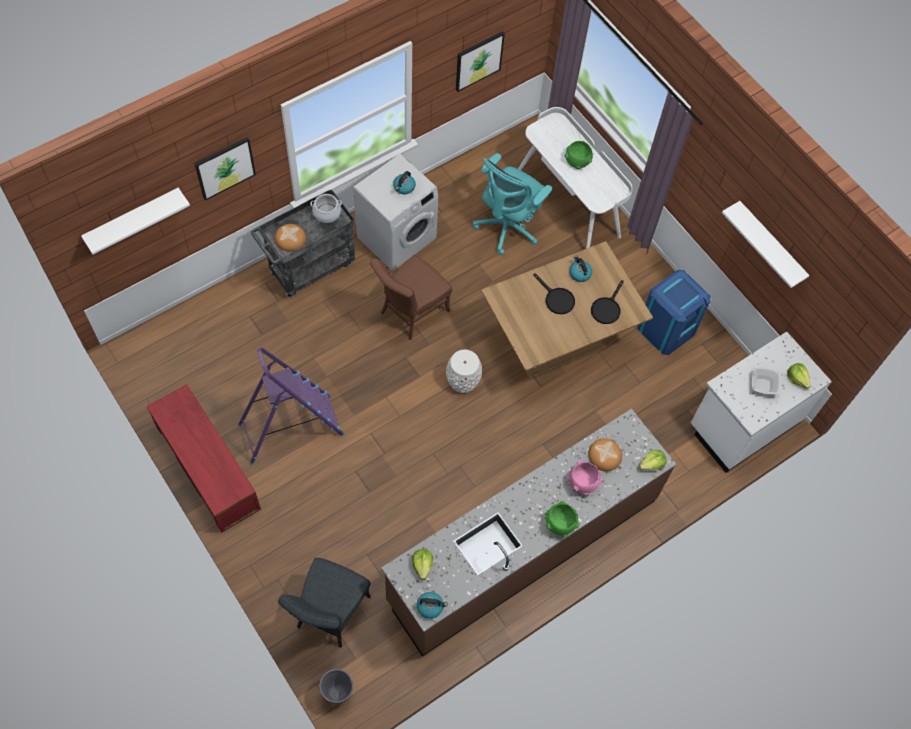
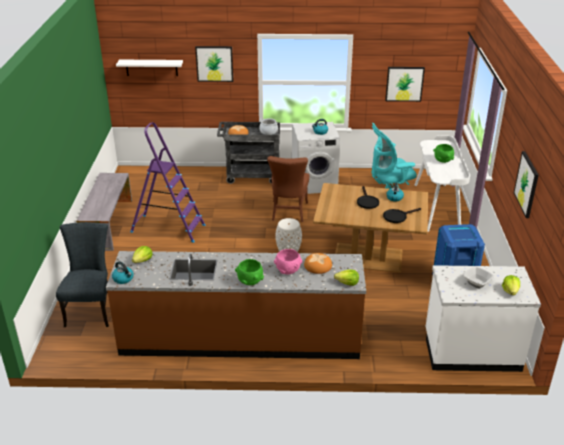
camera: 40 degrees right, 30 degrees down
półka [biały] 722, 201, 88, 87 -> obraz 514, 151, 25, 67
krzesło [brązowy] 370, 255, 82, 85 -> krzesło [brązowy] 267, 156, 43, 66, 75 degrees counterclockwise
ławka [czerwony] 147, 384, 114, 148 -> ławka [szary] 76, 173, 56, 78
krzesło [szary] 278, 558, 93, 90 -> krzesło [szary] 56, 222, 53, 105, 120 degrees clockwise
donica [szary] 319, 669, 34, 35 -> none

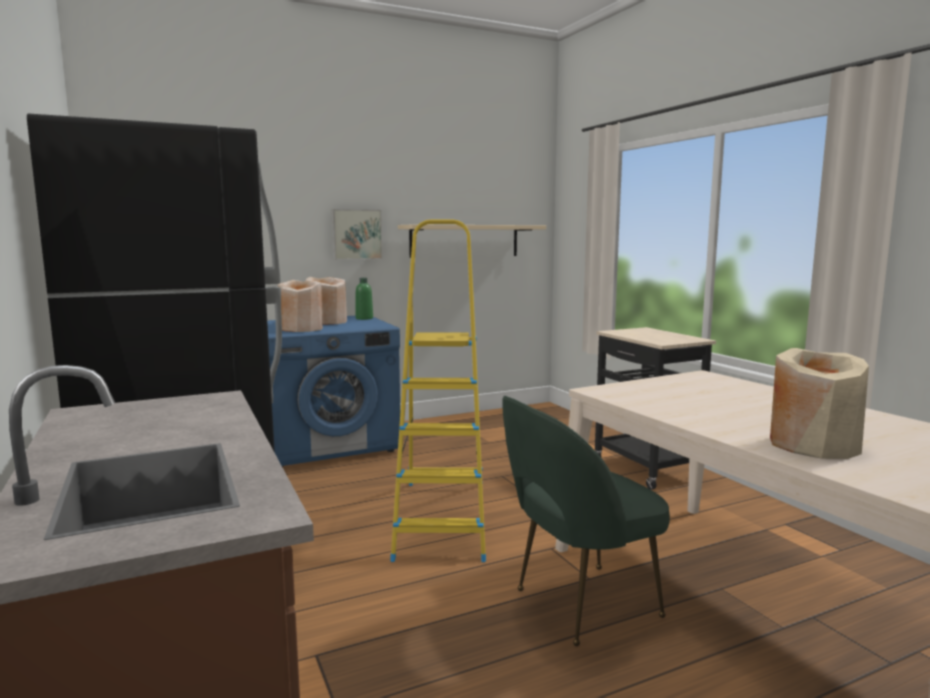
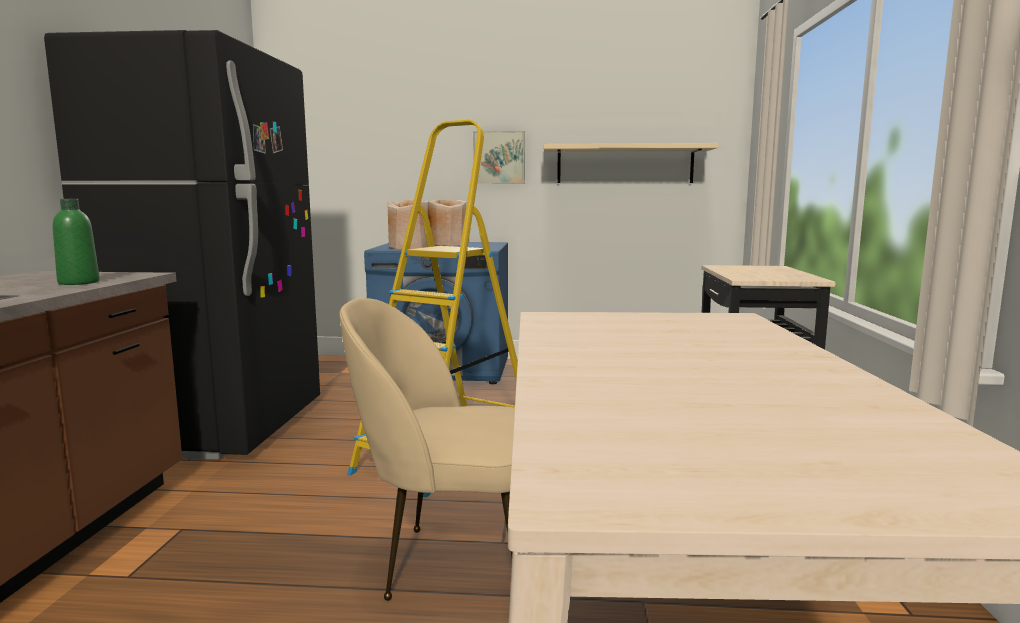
camera: 30 degrees right, 0 degrees up
butelka [zielony] 356, 278, 17, 42 -> butelka [zielony] 53, 199, 47, 86, shifted
wazon [beżowy] 770, 348, 99, 111 -> none
krzesło [zielony] 502, 396, 168, 250 -> krzesło [beżowy] 339, 298, 176, 303

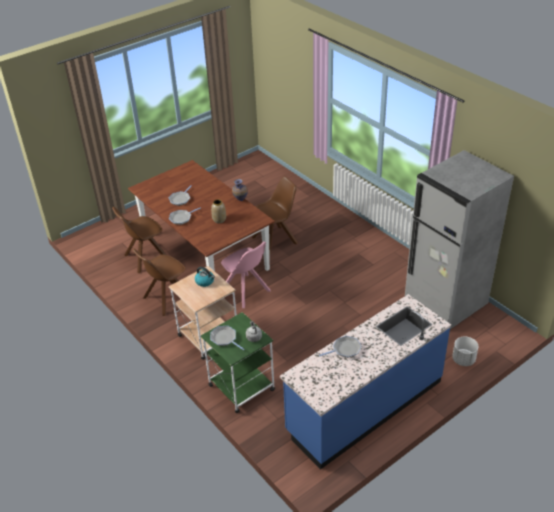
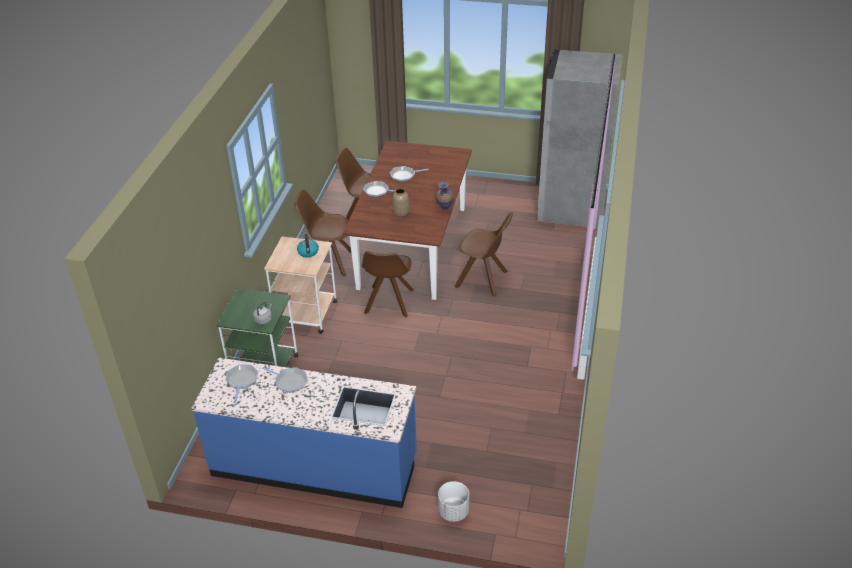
camera: 50 degrees right, 0 degrees up
lodówka [szary] 405, 150, 109, 179 -> lodówka [szary] 537, 49, 86, 179, shifted
krzesło [różowy] 221, 241, 50, 67 -> krzesło [brązowy] 362, 251, 52, 67
patelnia 210, 326, 35, 24 -> patelnia 225, 364, 33, 39, shifted

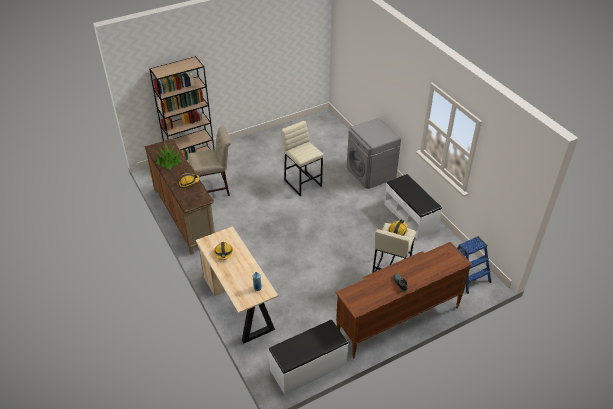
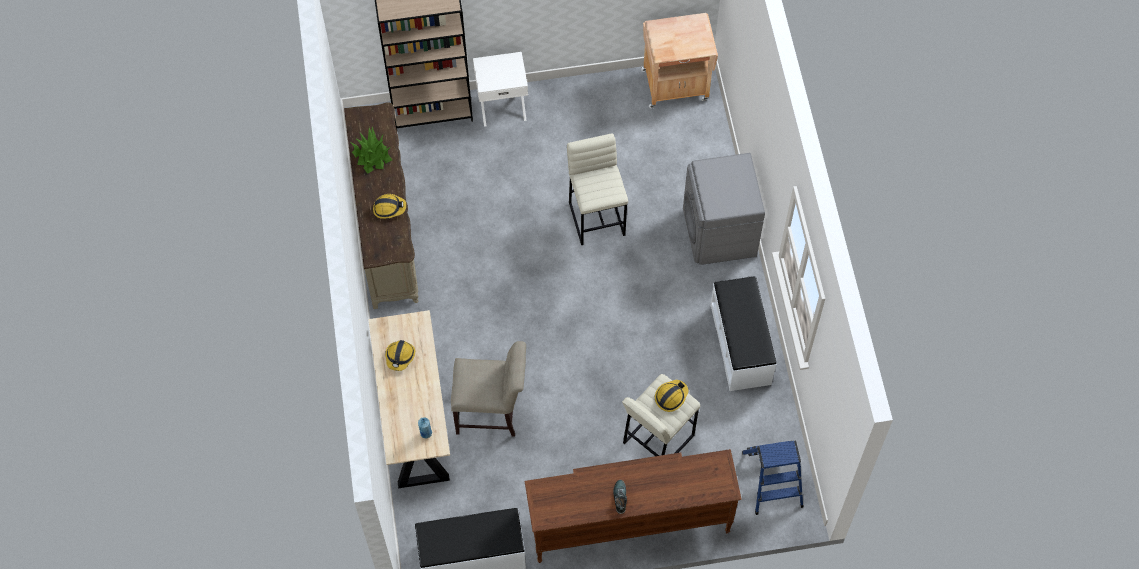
camera: 20 degrees right, 20 degrees up
krzesło [beżowy] 188, 126, 43, 70 -> krzesło [beżowy] 451, 341, 75, 96, shifted
none -> wózek [brązowy] 641, 13, 77, 95
none -> szafka nocna [biały] 473, 52, 55, 75

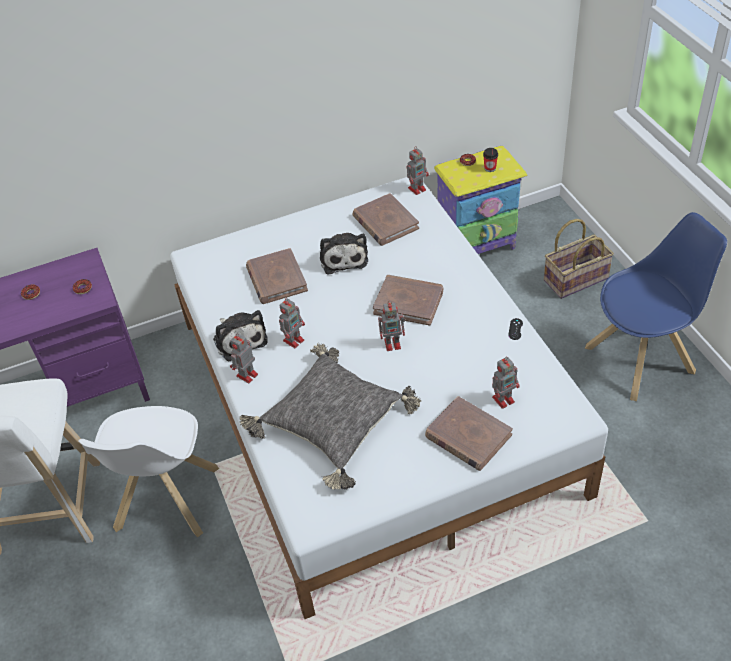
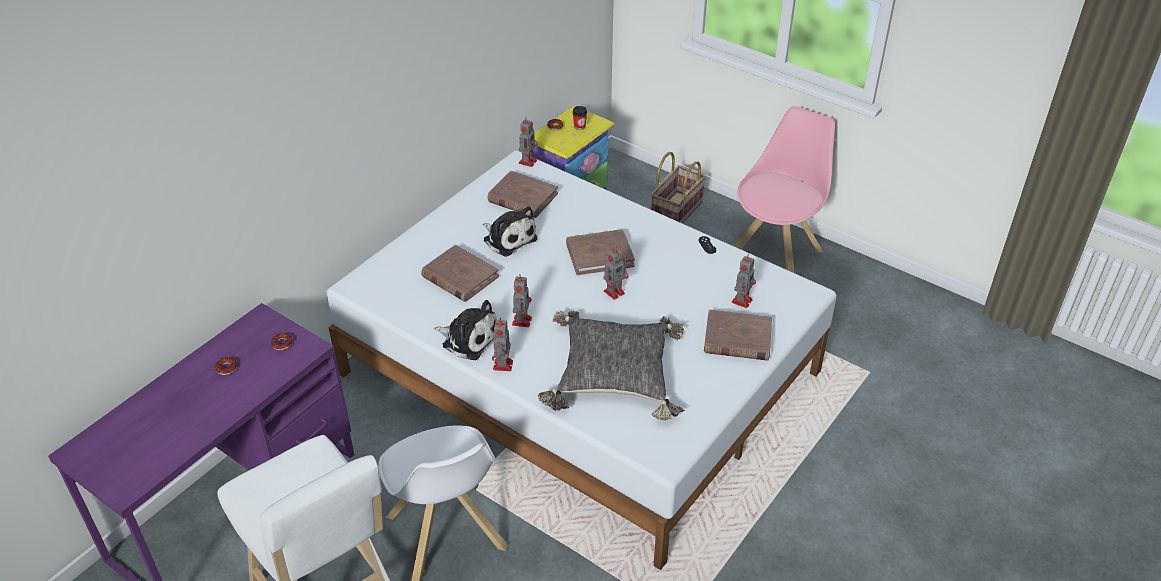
camera: 35 degrees left, 5 degrees down
krzesło [niebieski] 585, 212, 142, 189 -> krzesło [różowy] 734, 106, 101, 167

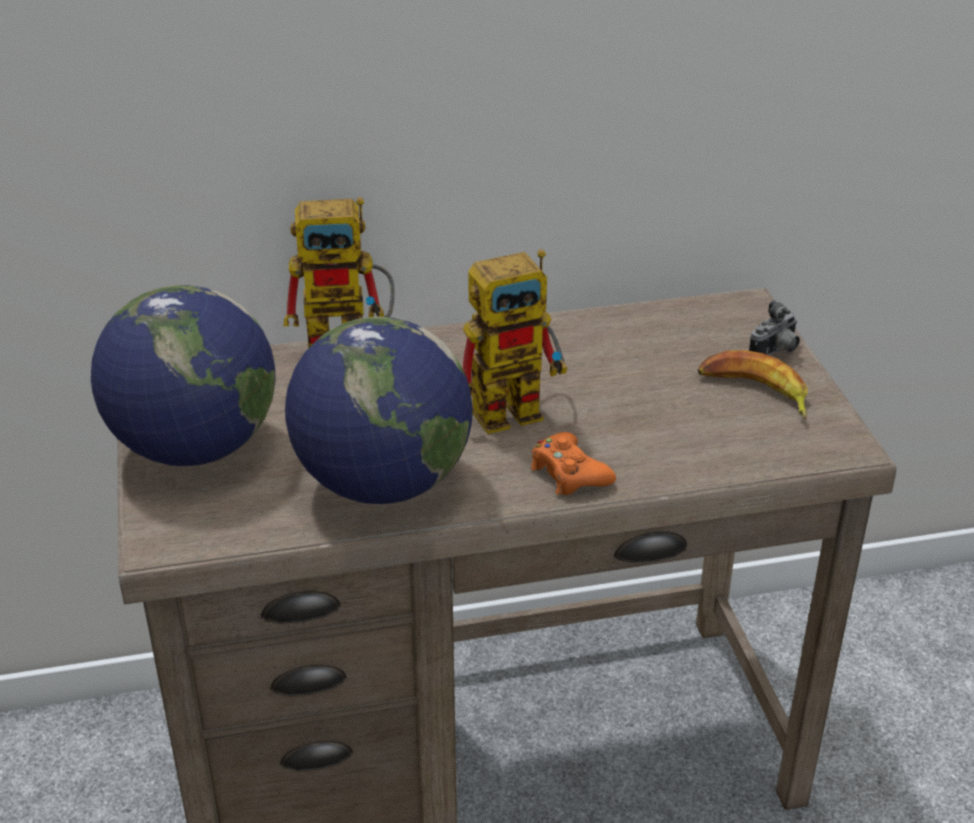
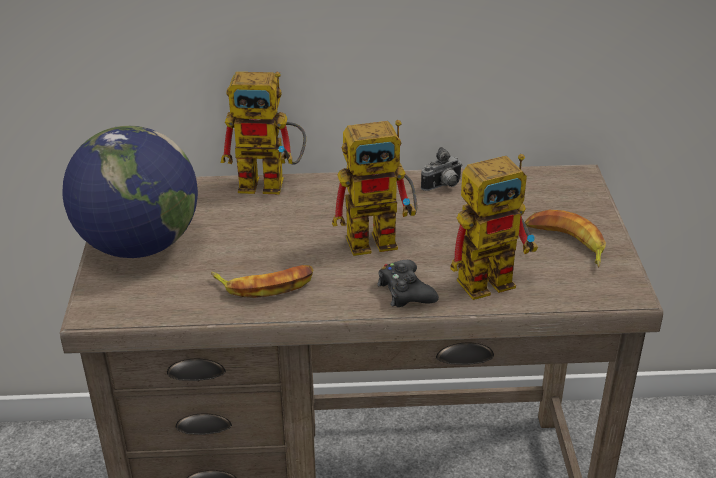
camera: 10 degrees right, 0 degrees up
aparat fotograficzny 749, 300, 51, 55 -> aparat fotograficzny 421, 147, 42, 44, shifted
globus 285, 317, 188, 187 -> banan 211, 265, 102, 33
pad do gier [pomarańczowy] 531, 432, 85, 63 -> pad do gier [czarny] 377, 260, 62, 47
none -> robot zabawkowy 450, 154, 88, 146

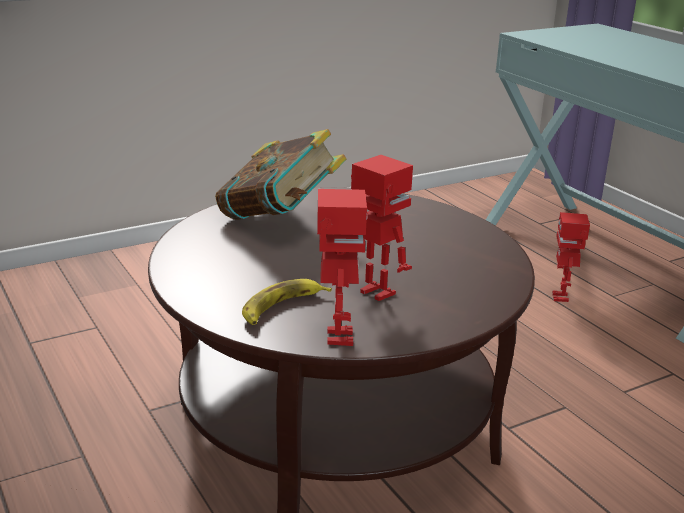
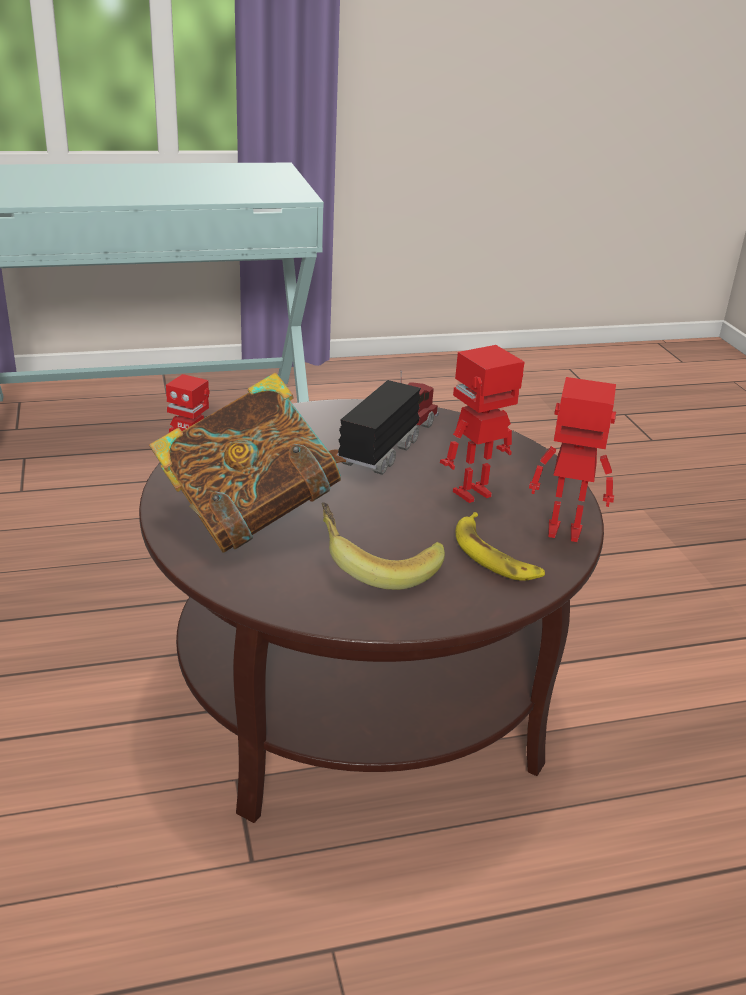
camera: 75 degrees left, 5 degrees up
none -> ciężarówka zabawkowa 337, 371, 102, 104
none -> banan 322, 502, 123, 88

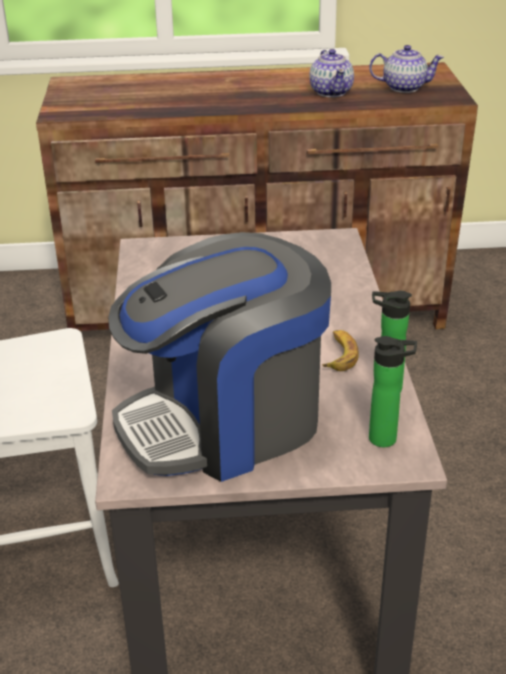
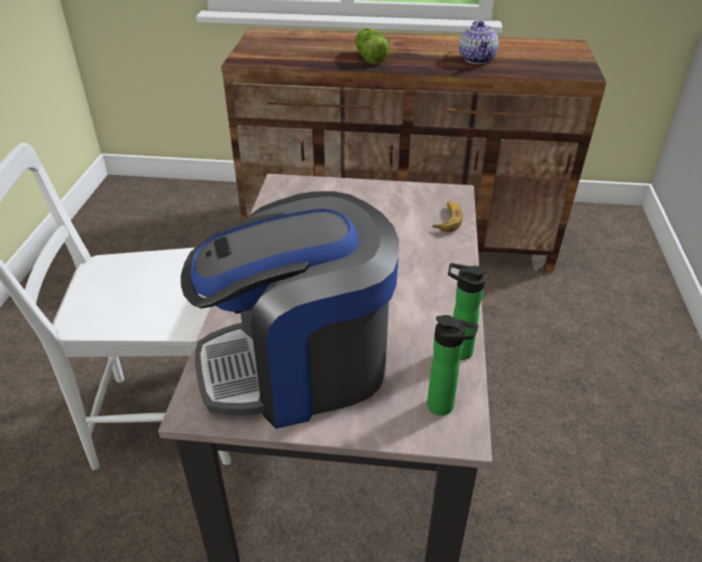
camera: 10 degrees right, 5 degrees up
imbryk 369, 45, 75, 48 -> none
banan 322, 330, 37, 41 -> banan 432, 202, 31, 30, shifted
none -> sałata 355, 28, 34, 36

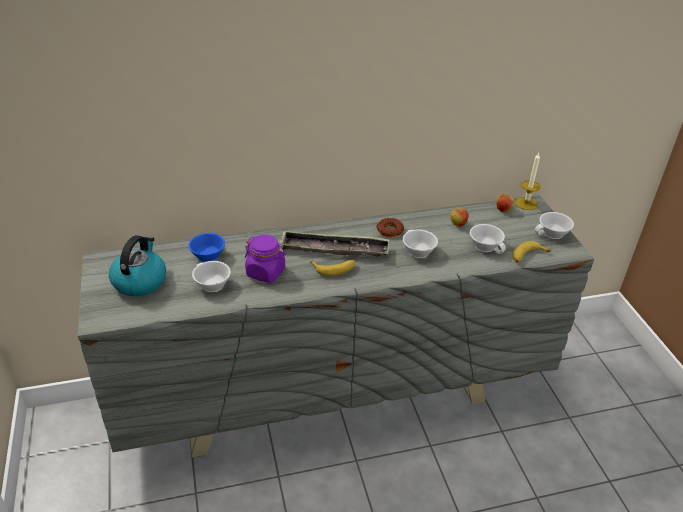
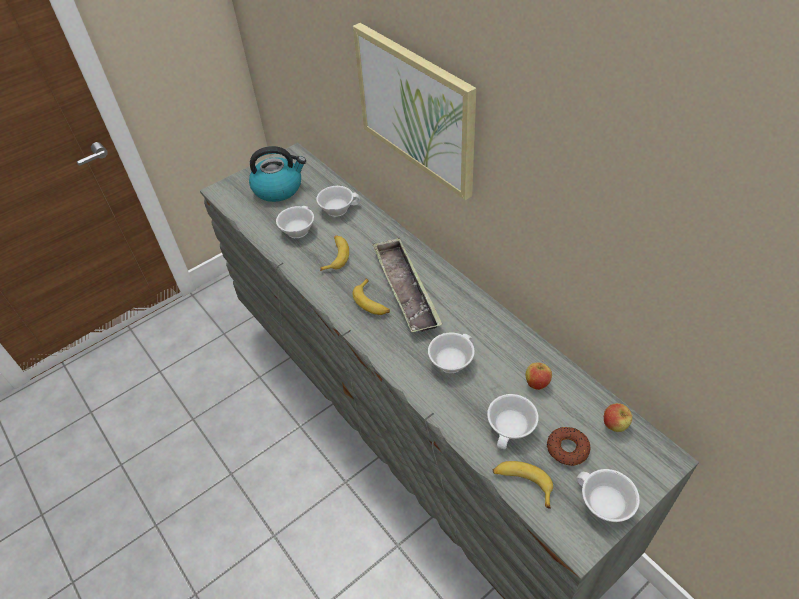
camera: 70 degrees right, 10 degrees up
świeca 516, 153, 24, 57 -> none
donut 376, 218, 28, 19 -> donut 547, 427, 43, 39, shifted
filiżanka [niebieski] 189, 233, 36, 29 -> filiżanka [biały] 316, 186, 44, 31
słoik [fioletowy] 245, 235, 41, 48 -> banan 320, 235, 29, 36
none -> obraz 353, 23, 123, 177

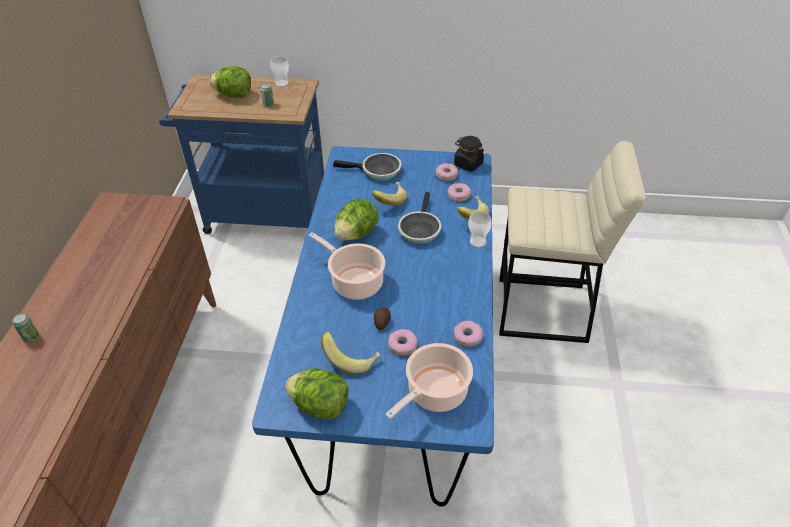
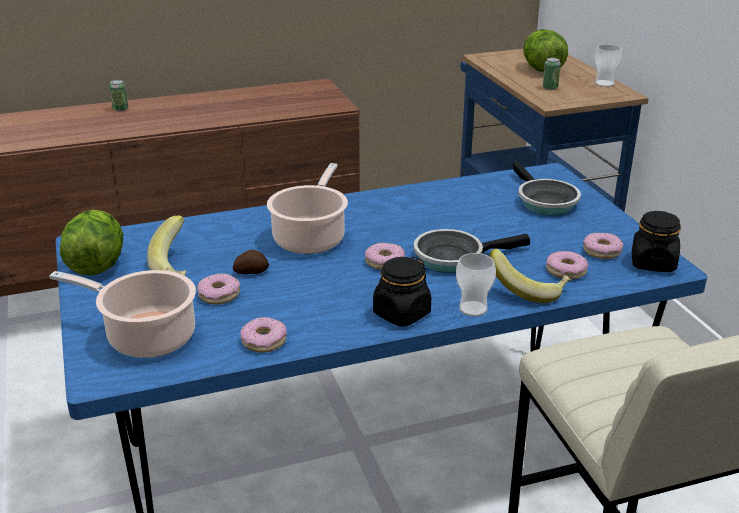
camera: 65 degrees right, 15 degrees down
banan 372, 182, 35, 24 -> none
sałata 334, 199, 45, 42 -> none
none -> donut 365, 243, 40, 27
none -> słoik [czarny] 373, 257, 58, 69

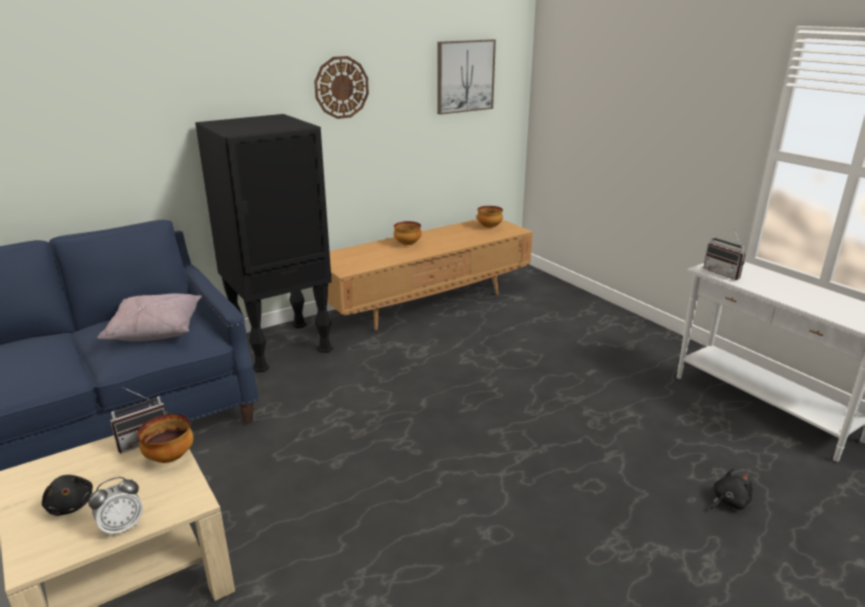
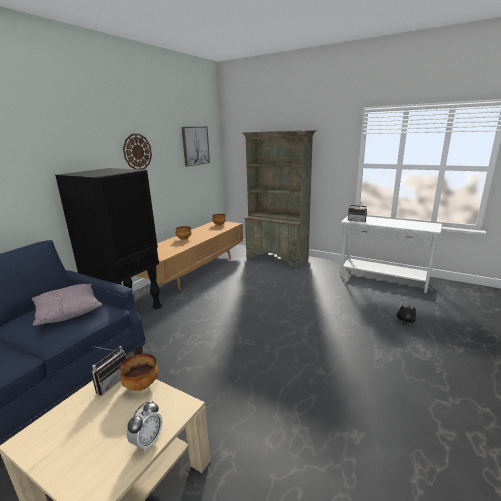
camera: 25 degrees left, 5 degrees down
pluszak [czarny] 42, 475, 51, 41 -> none
none -> regał [zielony] 242, 130, 75, 138

